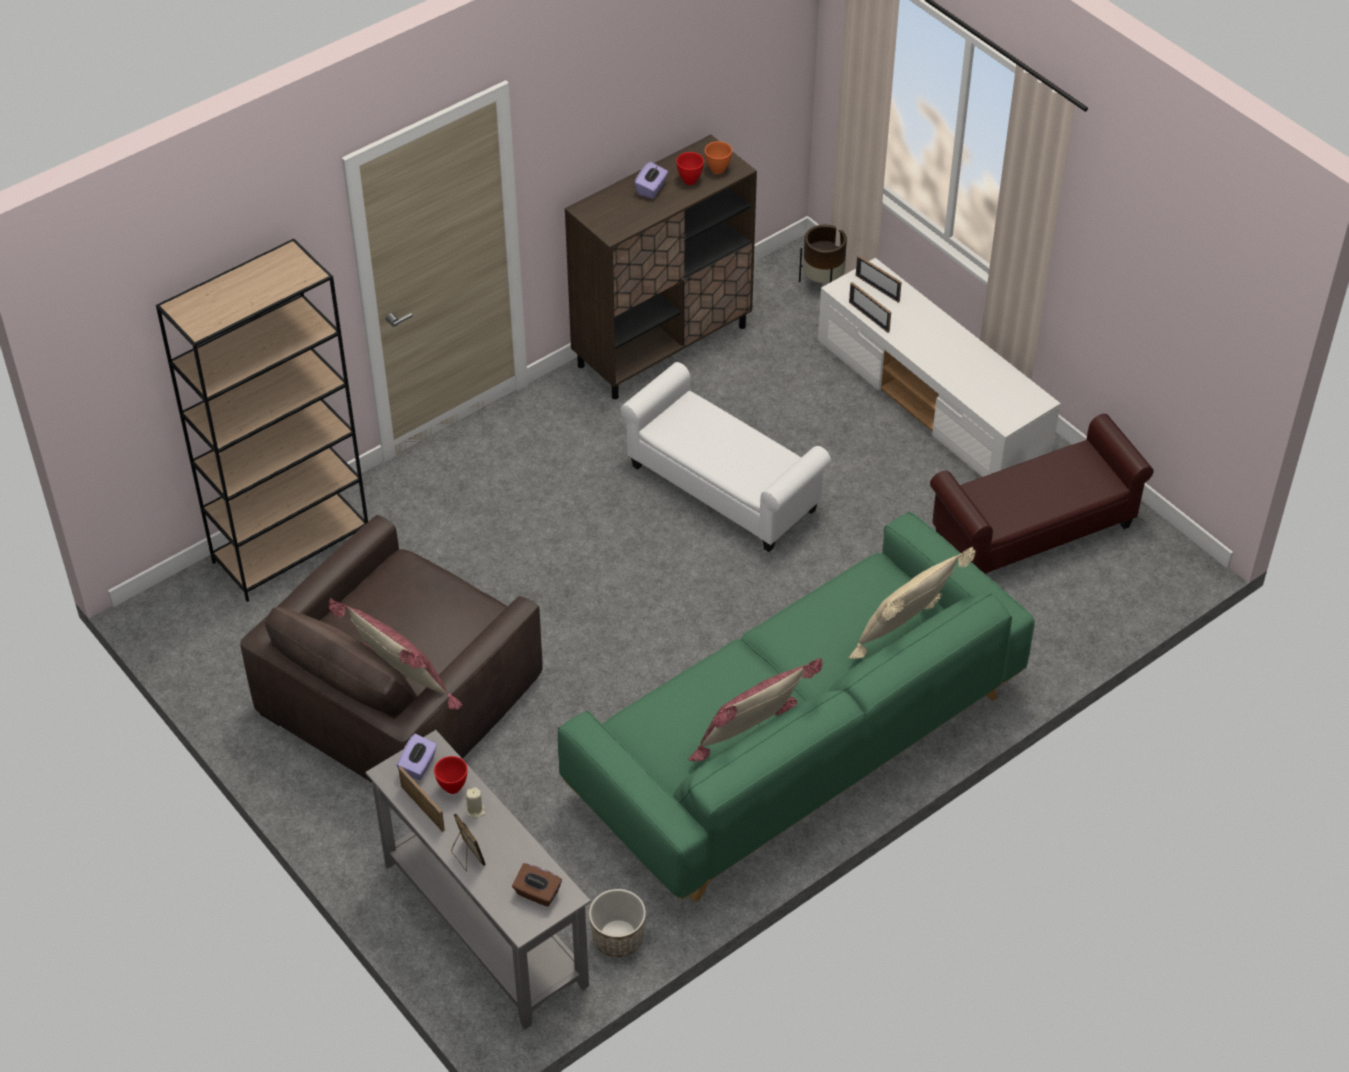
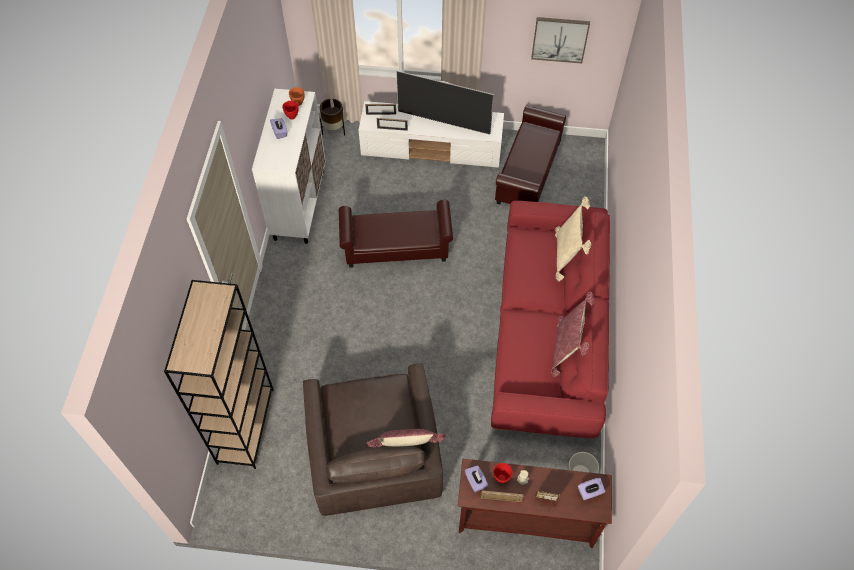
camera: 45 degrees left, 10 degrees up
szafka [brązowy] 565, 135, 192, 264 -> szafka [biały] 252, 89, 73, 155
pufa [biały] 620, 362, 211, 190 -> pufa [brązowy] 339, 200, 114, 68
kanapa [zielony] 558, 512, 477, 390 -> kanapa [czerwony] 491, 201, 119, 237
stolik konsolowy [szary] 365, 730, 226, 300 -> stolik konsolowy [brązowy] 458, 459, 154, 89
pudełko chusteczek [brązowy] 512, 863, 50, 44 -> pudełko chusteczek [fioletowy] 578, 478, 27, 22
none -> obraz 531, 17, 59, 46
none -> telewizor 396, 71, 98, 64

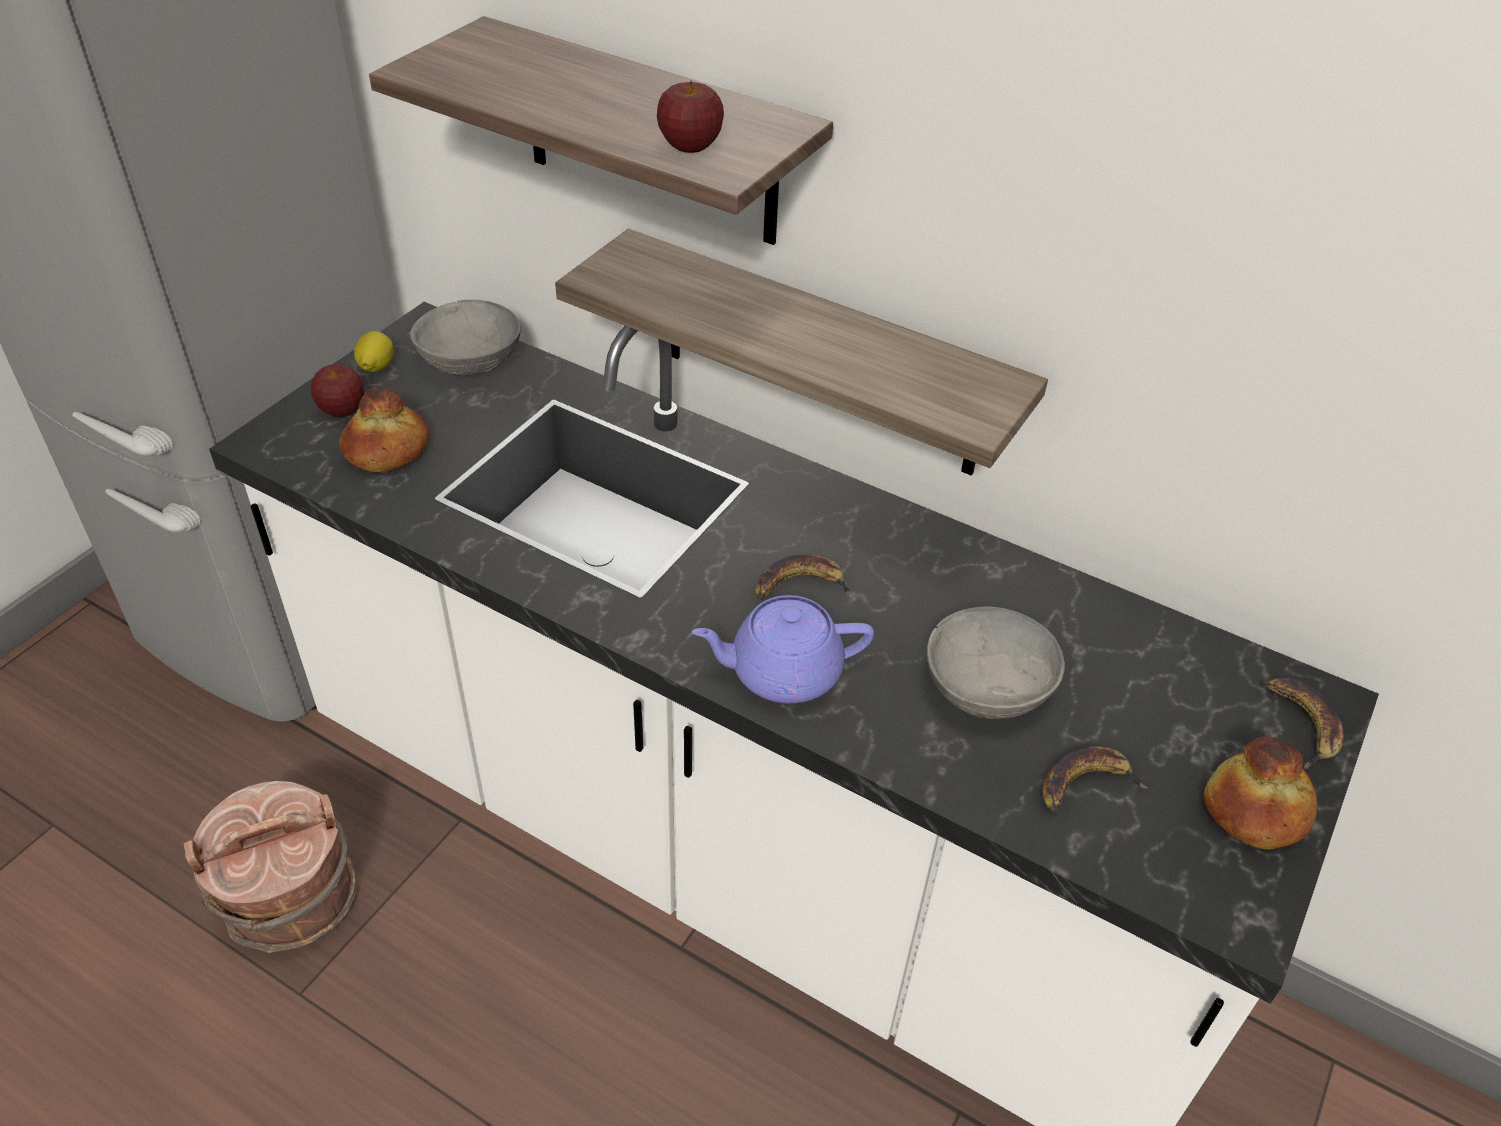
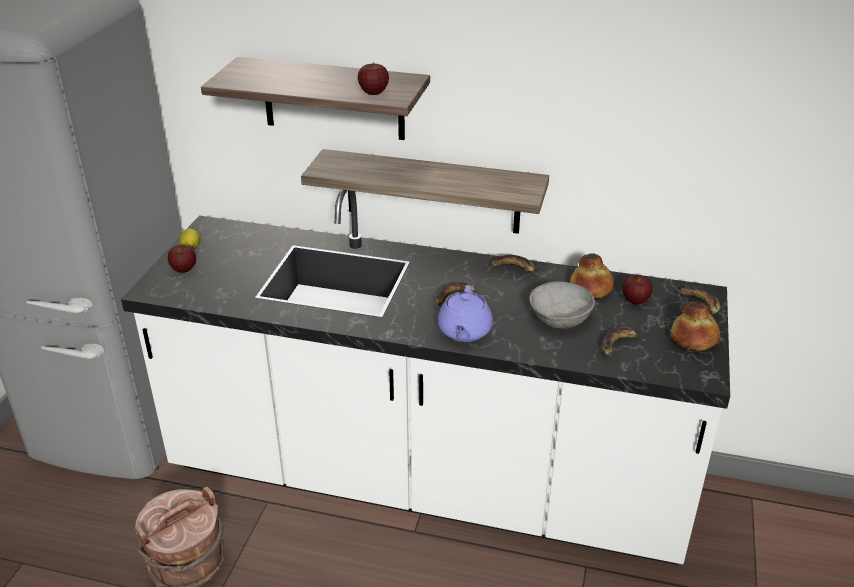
camera: 15 degrees left, 10 degrees down
miska [szary] 410, 300, 111, 76 -> none
chleb 339, 387, 90, 86 -> chleb 570, 253, 45, 45, shifted
imbryk [fioletowy] 692, 595, 182, 108 -> imbryk [fioletowy] 438, 285, 55, 57, 60 degrees counterclockwise
none -> banan 490, 255, 44, 24
none -> jabłko 623, 275, 30, 29

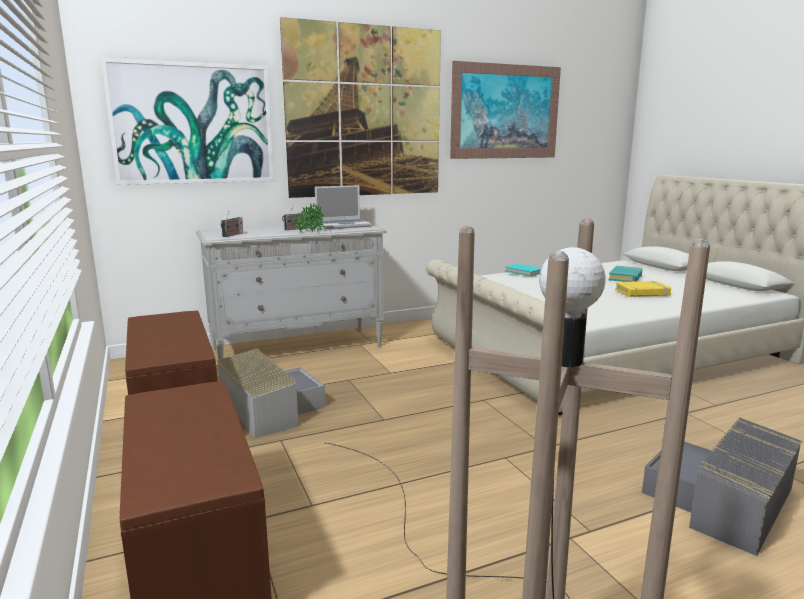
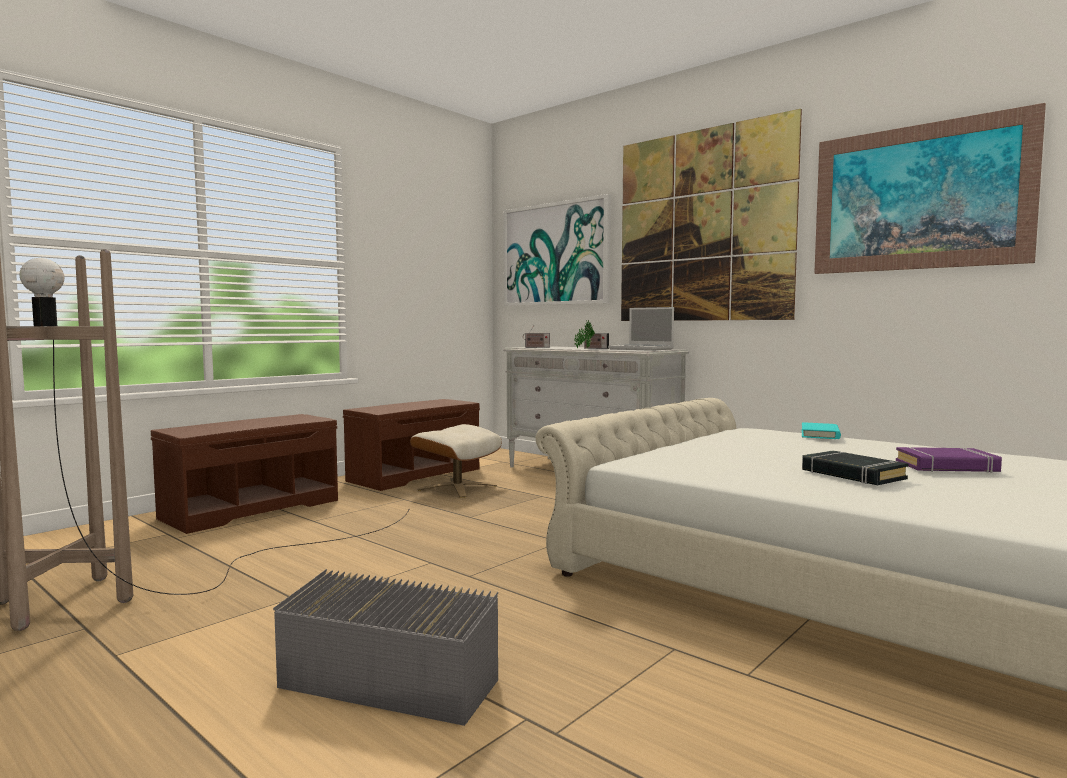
camera: 65 degrees right, 10 degrees down
książka [turkusowy] 609, 266, 34, 16 -> książka [fioletowy] 896, 447, 106, 26
książka [żółty] 615, 281, 56, 16 -> książka [czarny] 802, 451, 106, 34
pojemnik do przechowywania [szary] 217, 348, 109, 91 -> pufa [beżowy] 410, 424, 92, 74

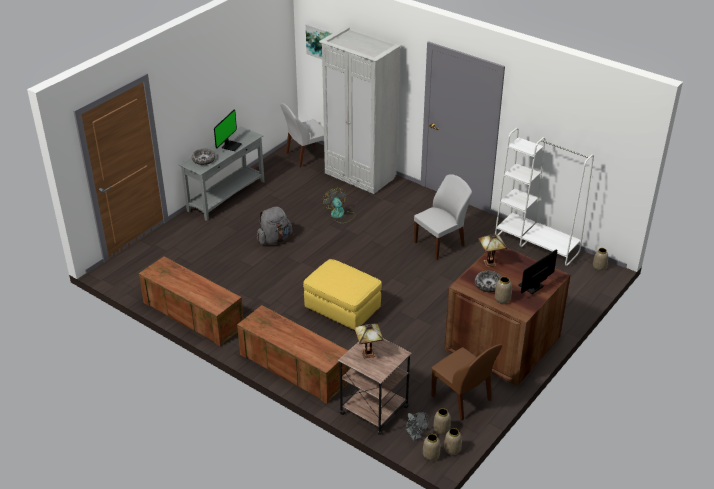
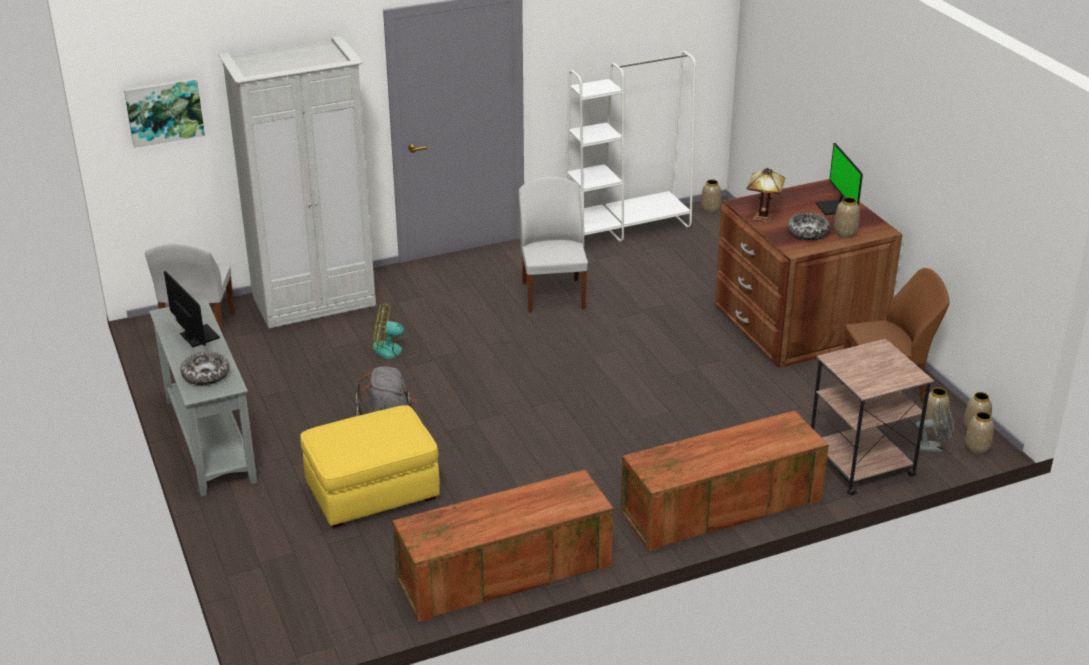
camera: 60 degrees left, 5 degrees down
pufa [żółty] 303, 259, 79, 72 -> pufa [żółty] 300, 405, 140, 123, shifted
lampa stołowa 354, 323, 29, 35 -> none

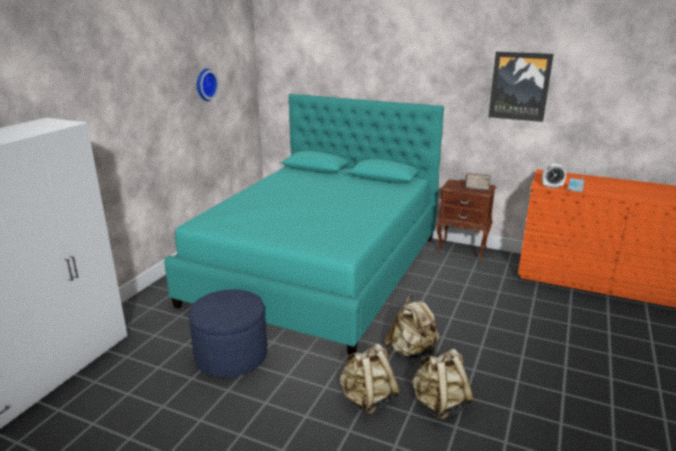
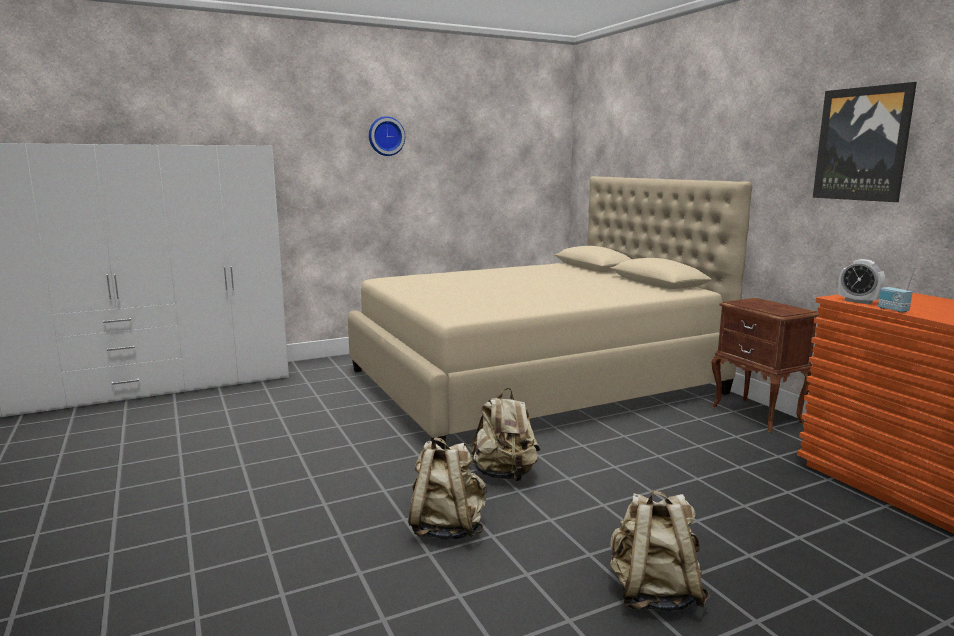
camera: 40 degrees right, 10 degrees down
zegar ścienny 197, 69, 22, 32 -> zegar ścienny 369, 116, 36, 40, shifted
łóżko [turkusowy] 164, 94, 280, 261 -> łóżko [beżowy] 348, 176, 404, 274
radio 465, 173, 26, 17 -> none
pufa [niebieski] 189, 289, 78, 89 -> none
plecak [beżowy] 340, 344, 60, 71 -> plecak [beżowy] 610, 490, 100, 122, shifted

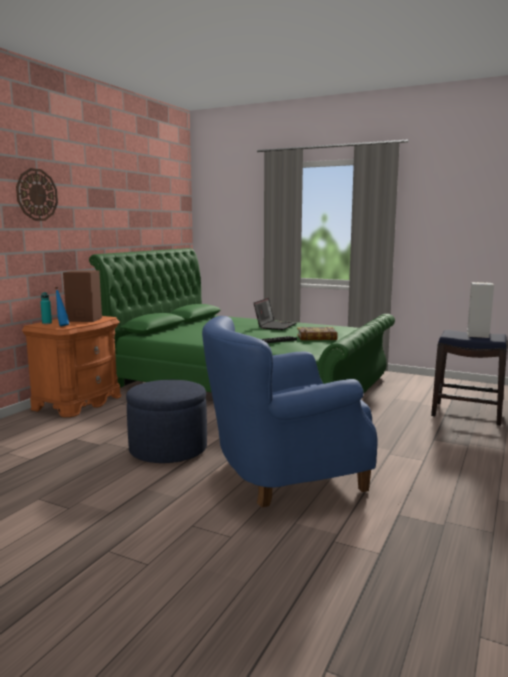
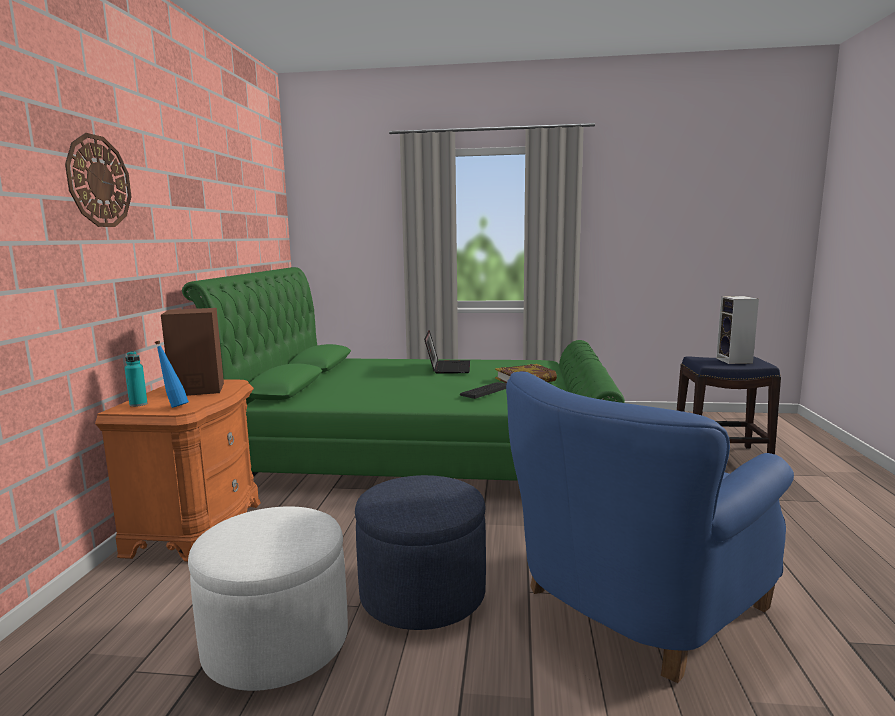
camera: 20 degrees left, 0 degrees up
none -> pufa [biały] 188, 506, 160, 185

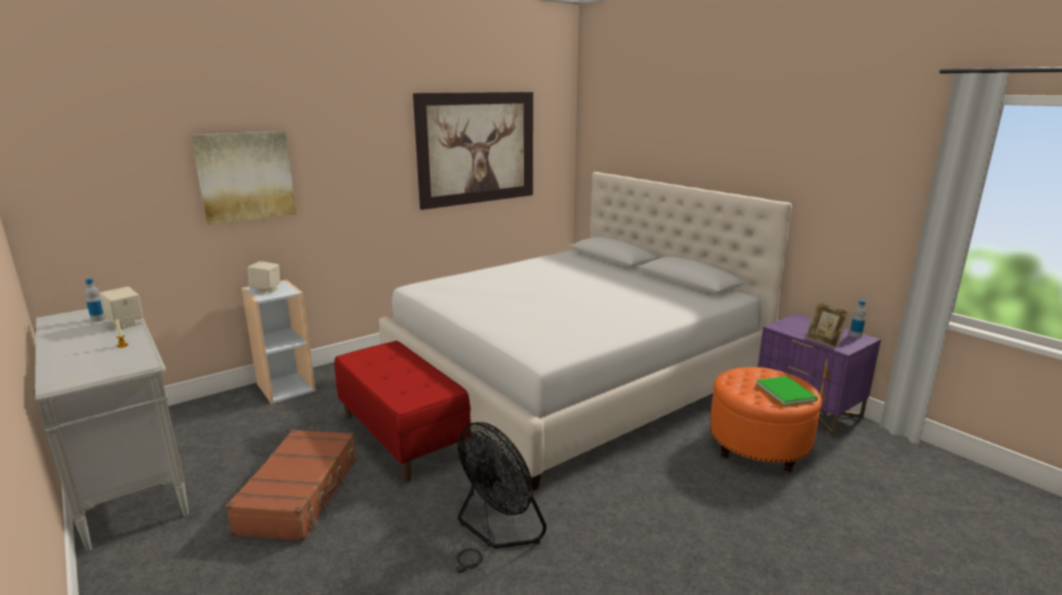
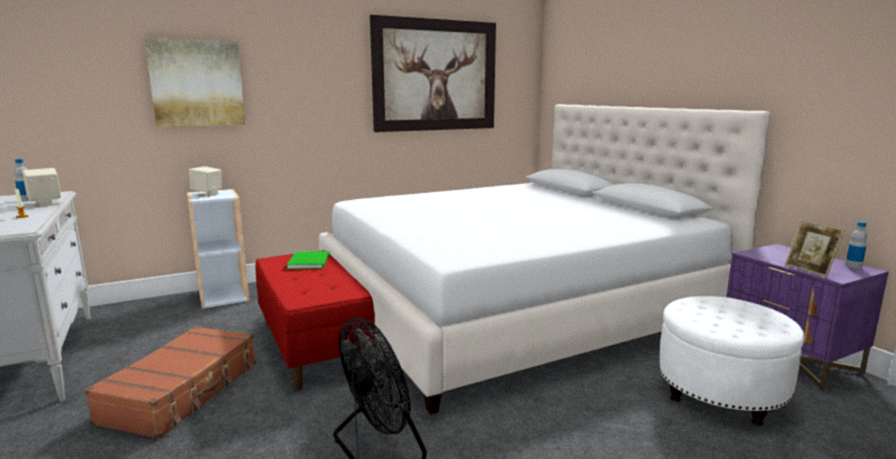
camera: 10 degrees right, 5 degrees down
pufa [pomarańczowy] 710, 367, 112, 105 -> pufa [biały] 659, 296, 145, 130
książka [zielony] 757, 376, 61, 30 -> książka [zielony] 287, 251, 43, 18, shifted

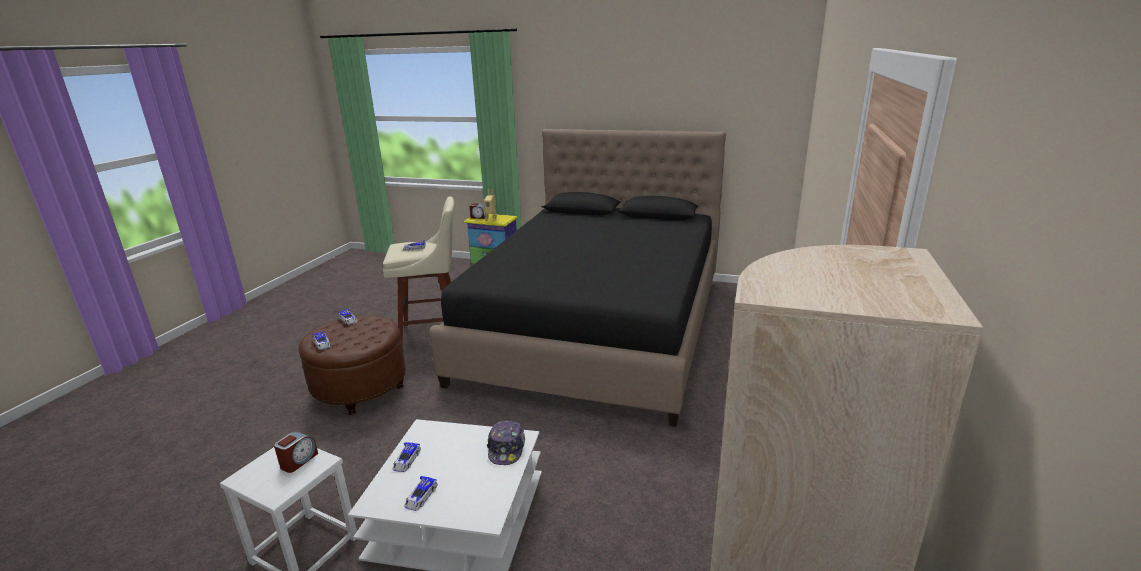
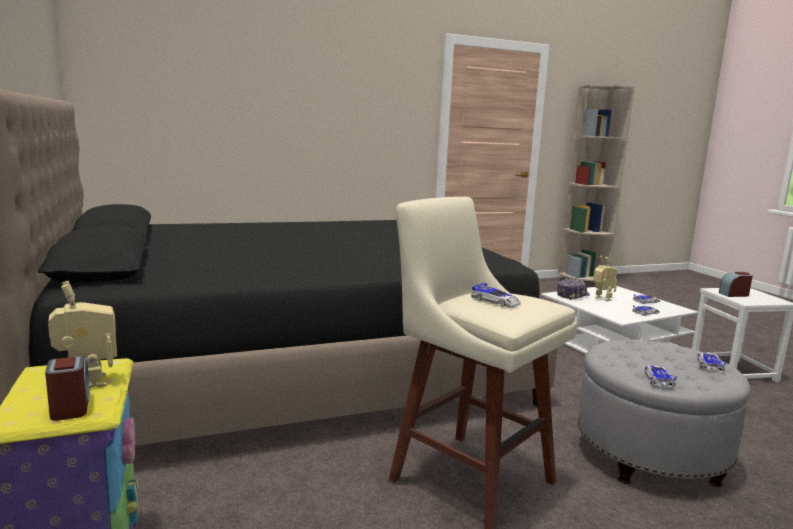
camera: 130 degrees left, 10 degrees down
pufa [brązowy] 299, 315, 107, 100 -> pufa [szary] 578, 340, 173, 147
none -> robot zabawkowy 593, 256, 24, 45

